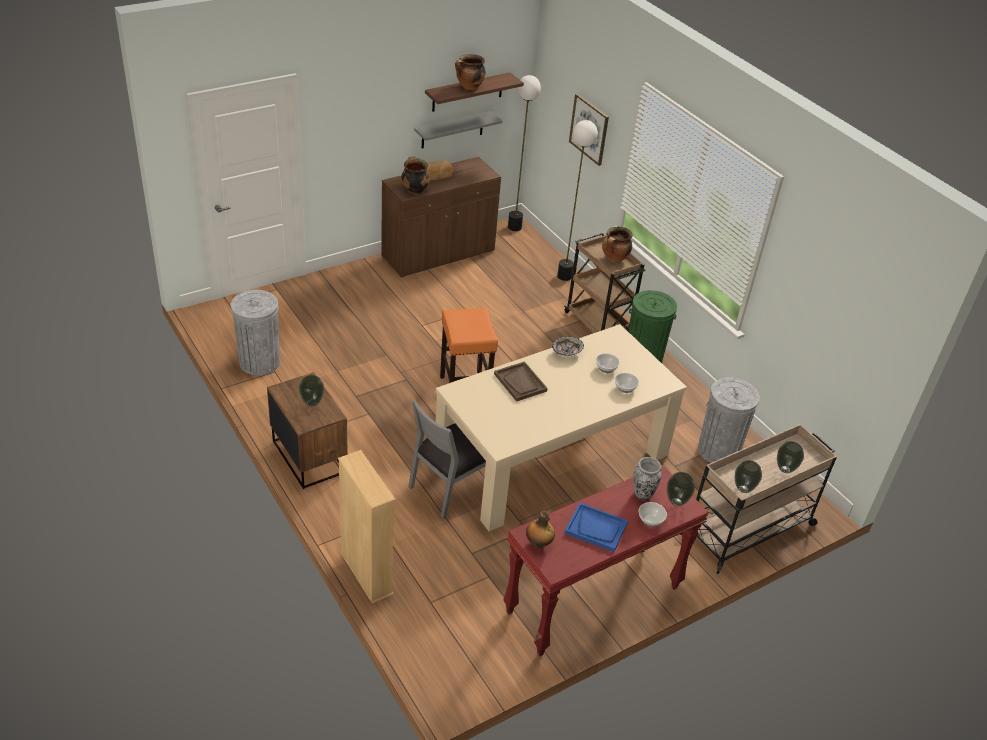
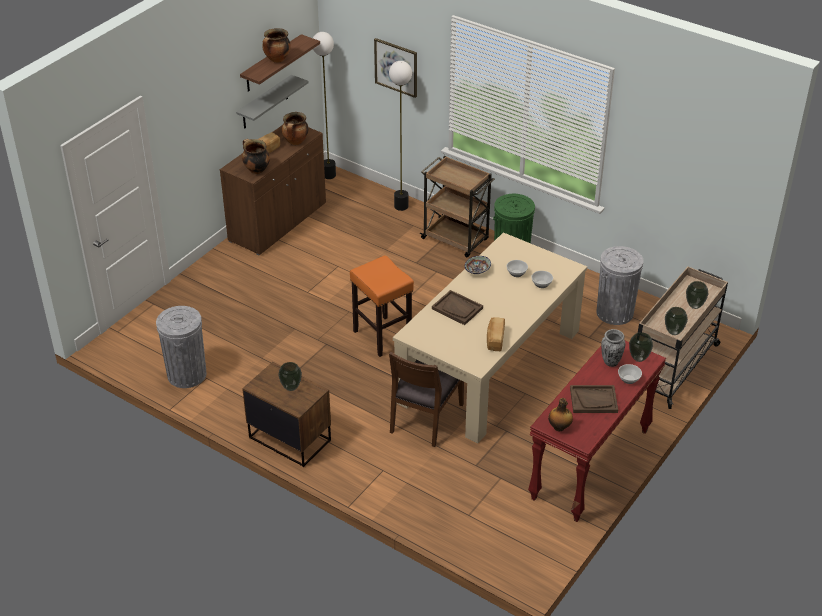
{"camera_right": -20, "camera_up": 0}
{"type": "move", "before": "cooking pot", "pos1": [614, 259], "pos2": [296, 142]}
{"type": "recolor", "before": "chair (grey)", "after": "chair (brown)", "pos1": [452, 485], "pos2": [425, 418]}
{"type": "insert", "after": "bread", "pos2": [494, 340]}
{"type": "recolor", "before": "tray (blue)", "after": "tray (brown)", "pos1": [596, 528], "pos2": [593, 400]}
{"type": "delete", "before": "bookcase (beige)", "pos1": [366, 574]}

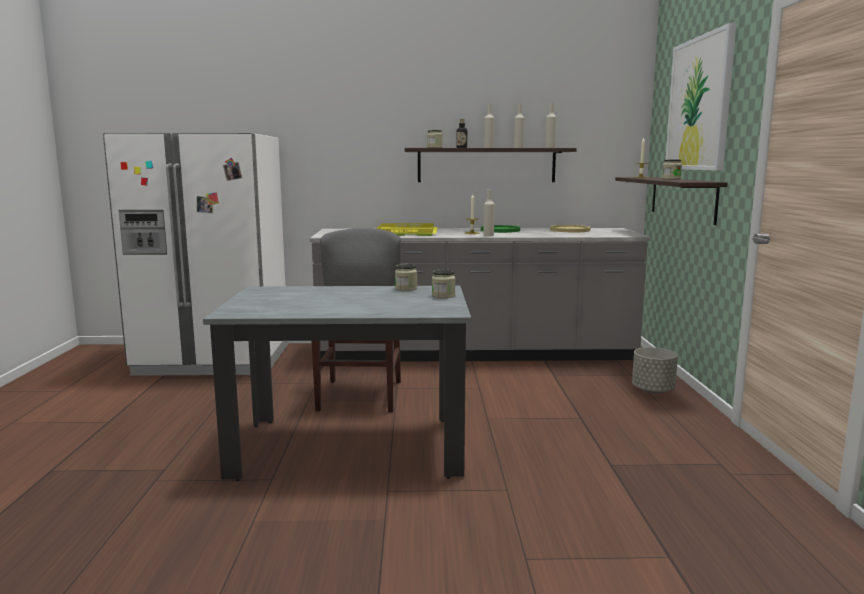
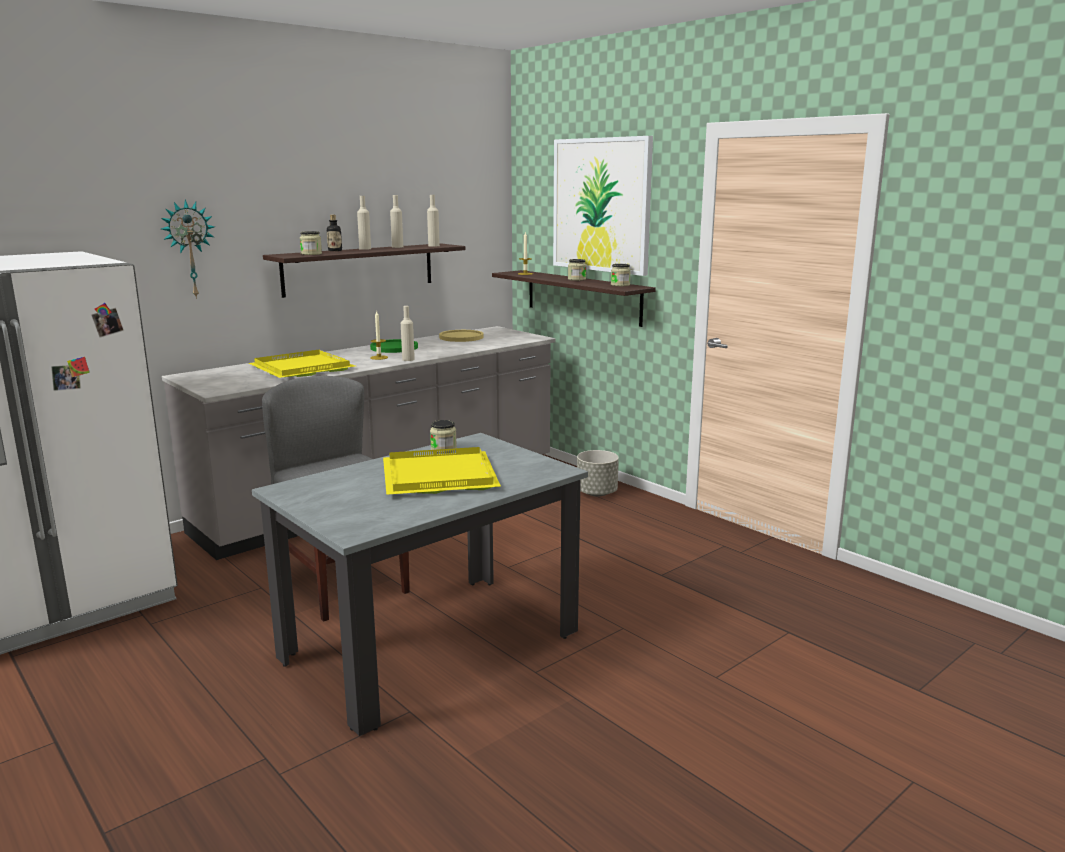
{"camera_right": -40, "camera_up": 5}
{"type": "insert", "after": "wall clock", "pos2": [189, 249]}
{"type": "insert", "after": "tray (yellow)", "pos2": [441, 476]}
{"type": "move", "before": "jar", "pos1": [443, 296], "pos2": [620, 285]}

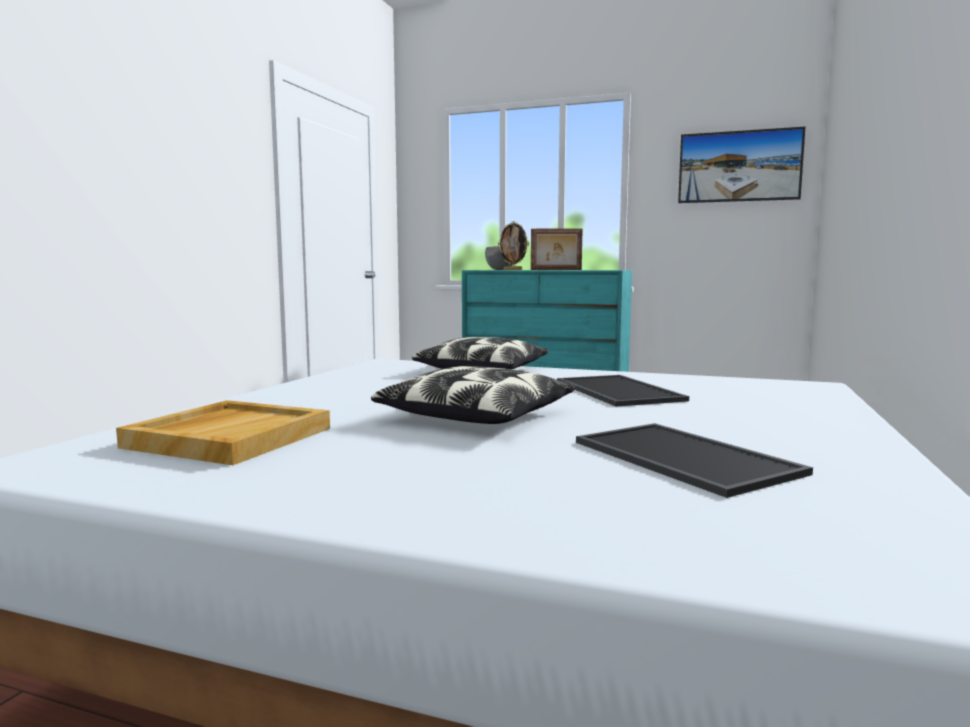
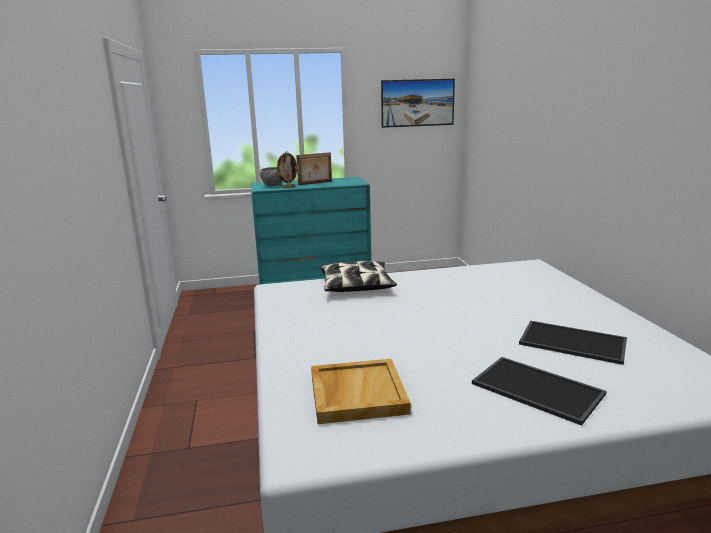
{"camera_right": -30, "camera_up": 10}
{"type": "move", "before": "tray", "pos1": [615, 391], "pos2": [535, 389]}
{"type": "delete", "before": "pillow", "pos1": [477, 416]}

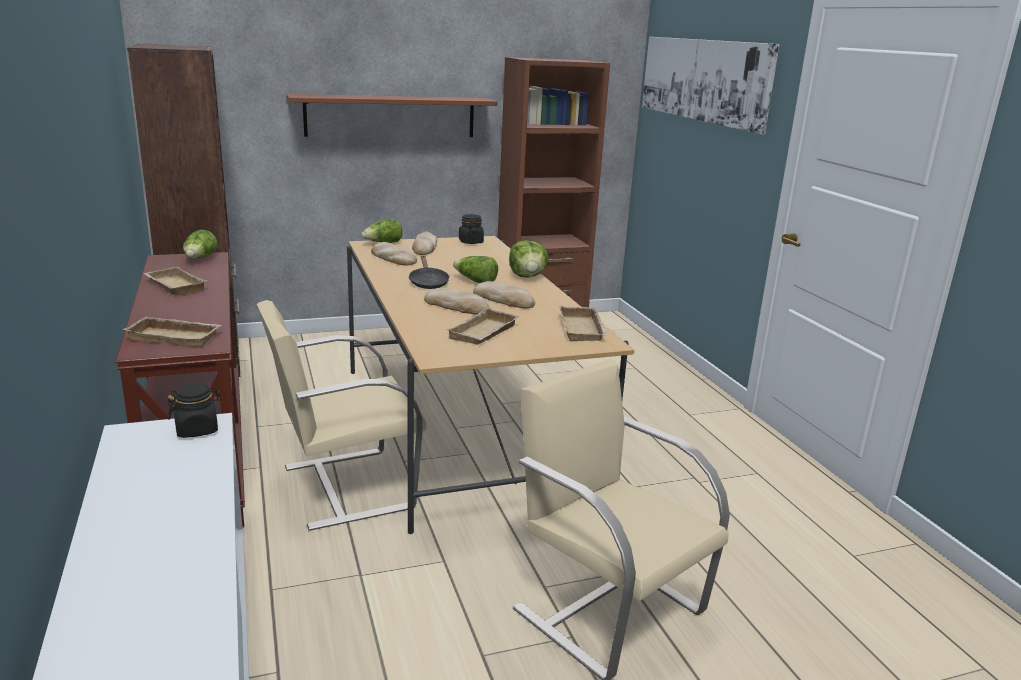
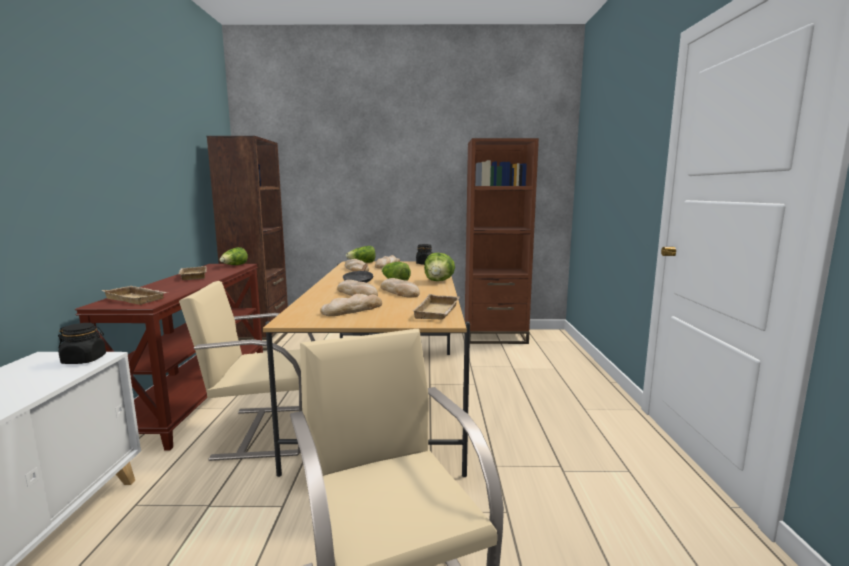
{"camera_right": 20, "camera_up": -10}
{"type": "replace", "before": "tray (beige)", "after": "bread", "pos1": [484, 333], "pos2": [352, 309]}
{"type": "delete", "before": "shelf (brown)", "pos1": [390, 116]}
{"type": "delete", "before": "picture", "pos1": [703, 80]}

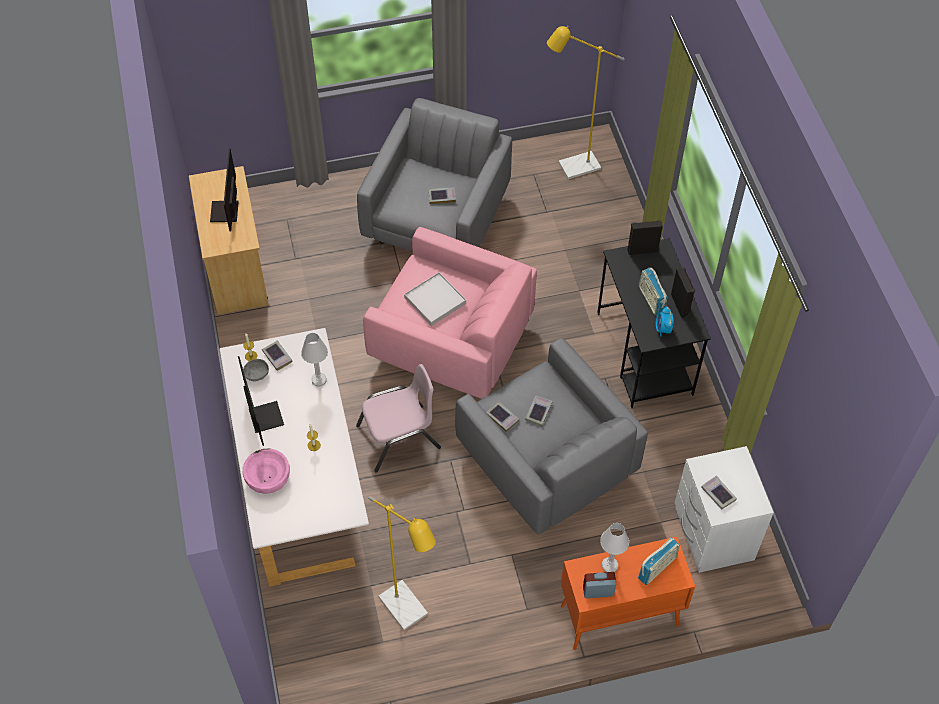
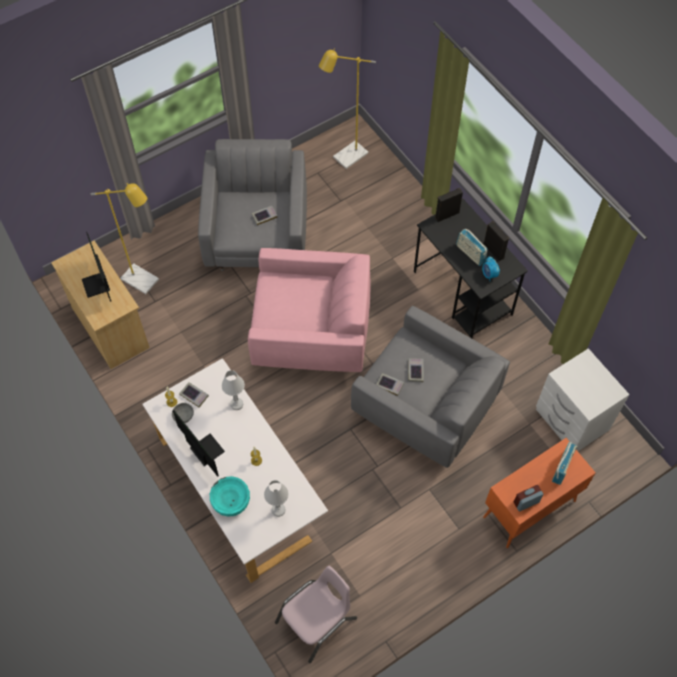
{"camera_right": -20, "camera_up": 5}
{"type": "move", "before": "floor lamp (yellow)", "pos1": [408, 612], "pos2": [145, 282]}
{"type": "recolor", "before": "bowl (pink)", "after": "bowl (turquoise)", "pos1": [268, 478], "pos2": [230, 501]}
{"type": "move", "before": "table lamp (white)", "pos1": [609, 565], "pos2": [278, 510]}
{"type": "move", "before": "chair (pink)", "pos1": [399, 438], "pos2": [317, 621]}
{"type": "delete", "before": "tray (white)", "pos1": [435, 300]}
{"type": "delete", "before": "book", "pos1": [718, 494]}

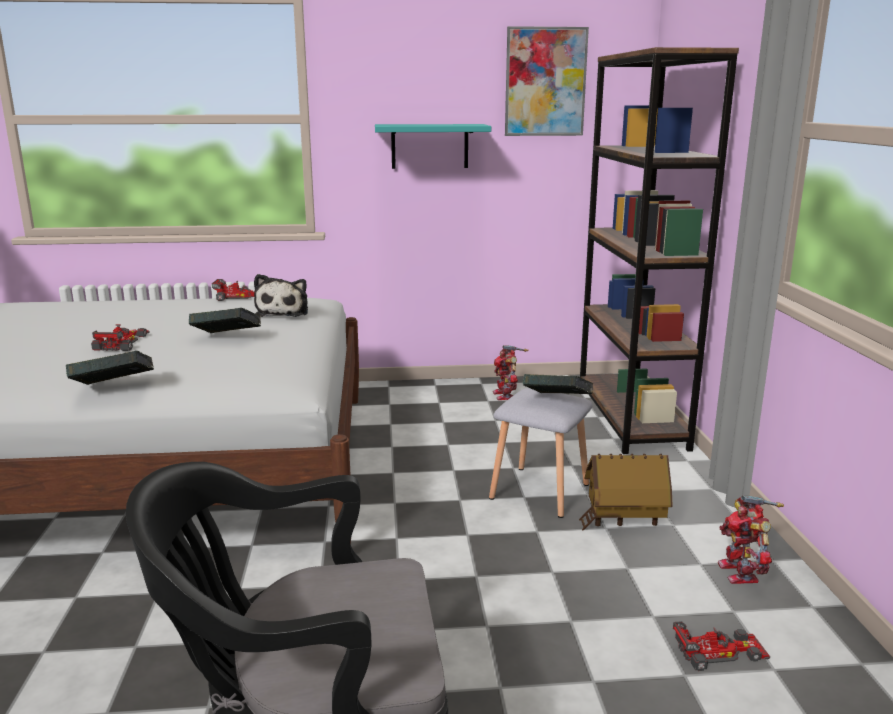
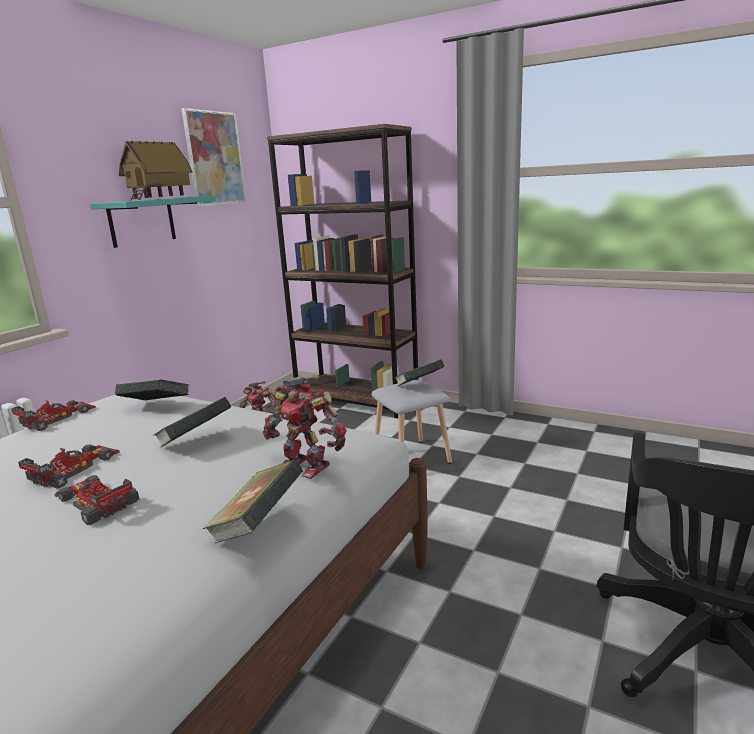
{"camera_right": -55, "camera_up": 0}
{"type": "move", "before": "toy car", "pos1": [719, 651], "pos2": [74, 468]}
{"type": "replace", "before": "plush toy", "after": "book", "pos1": [284, 312], "pos2": [156, 407]}
{"type": "move", "before": "toy house", "pos1": [623, 520], "pos2": [160, 198]}
{"type": "move", "before": "toy robot", "pos1": [741, 572], "pos2": [306, 465]}

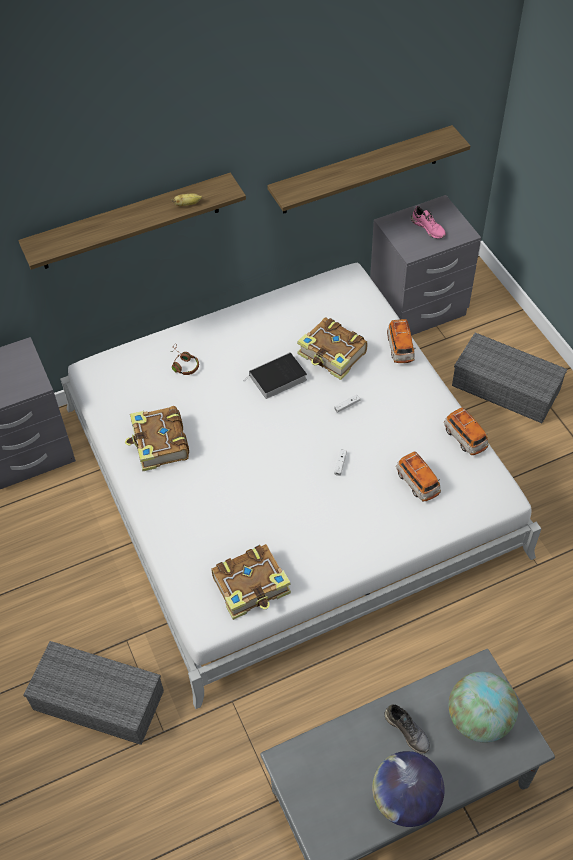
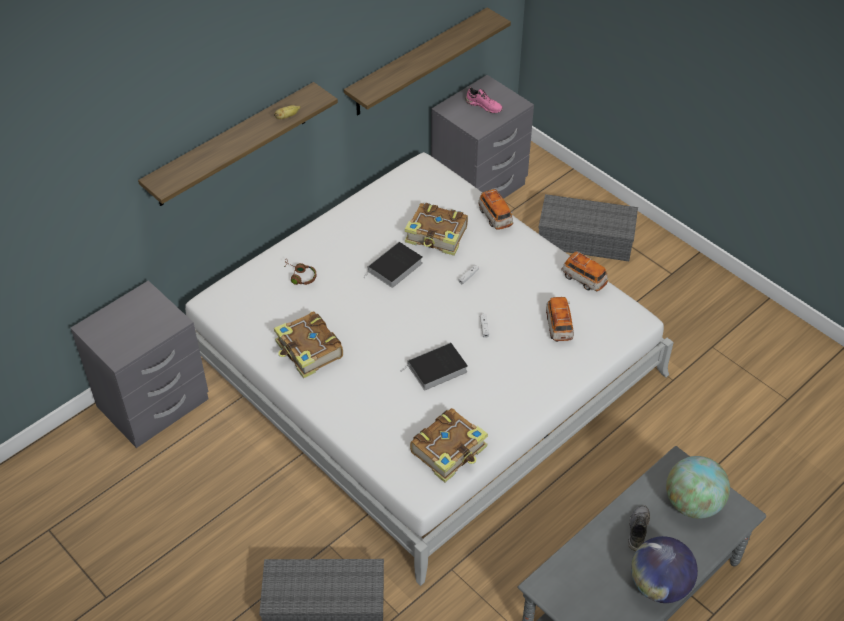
{"camera_right": -20, "camera_up": -5}
{"type": "insert", "after": "book", "pos2": [436, 369]}
{"type": "rotate", "before": "toy car", "pos1": [417, 483], "pos2": [558, 326], "turn": -135}
{"type": "rotate", "before": "shoe (grey)", "pos1": [407, 730], "pos2": [637, 530], "turn": -105}

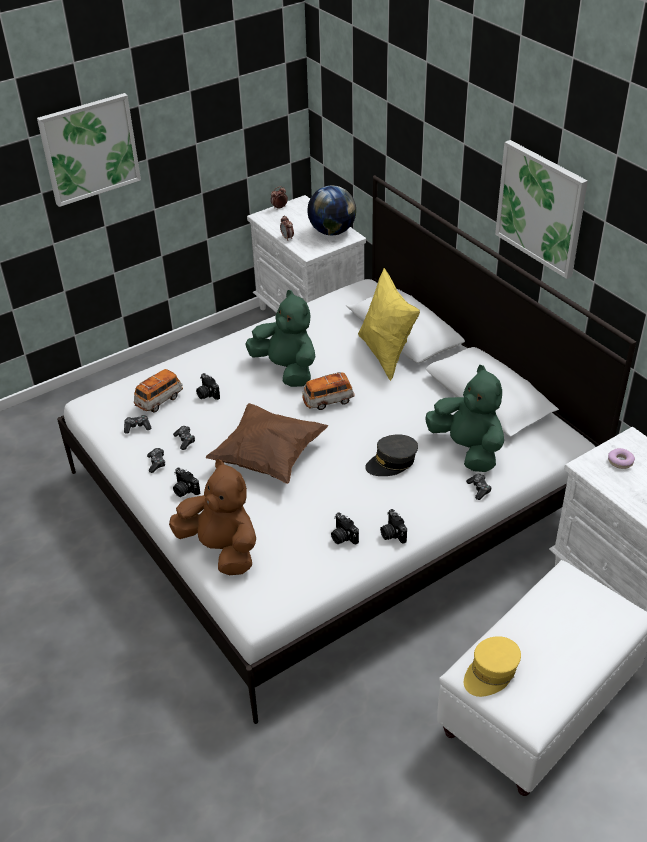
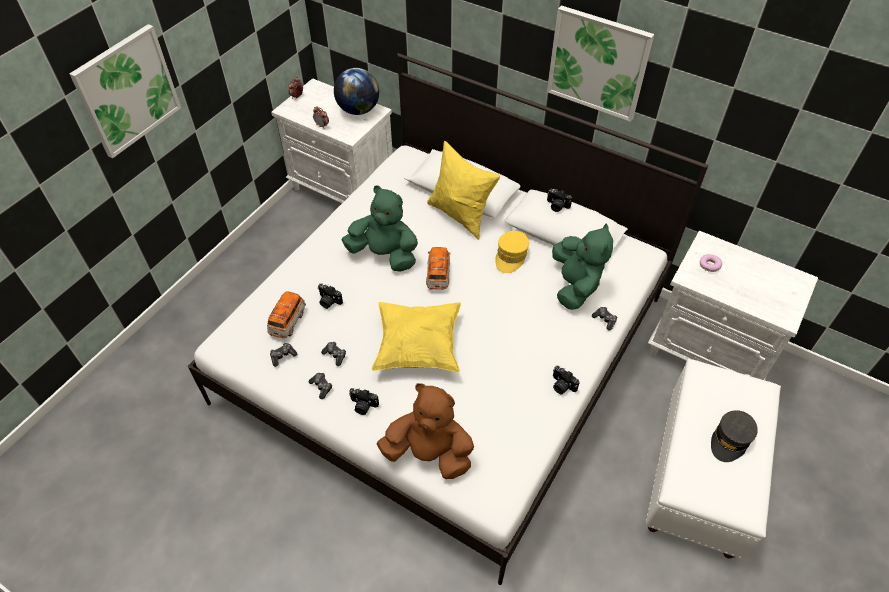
{"camera_right": -25, "camera_up": 10}
{"type": "recolor", "before": "pillow (brown)", "after": "pillow (yellow)", "pos1": [268, 457], "pos2": [418, 347]}
{"type": "rotate", "before": "toy car", "pos1": [328, 401], "pos2": [438, 275], "turn": 135}
{"type": "move", "before": "cap (yellow)", "pos1": [491, 672], "pos2": [511, 256]}
{"type": "move", "before": "photo camera", "pos1": [342, 537], "pos2": [557, 206]}
{"type": "rotate", "before": "plush toy (green)", "pos1": [467, 449], "pos2": [575, 285], "turn": 60}
{"type": "move", "before": "cap (grey)", "pos1": [392, 462], "pos2": [730, 440]}

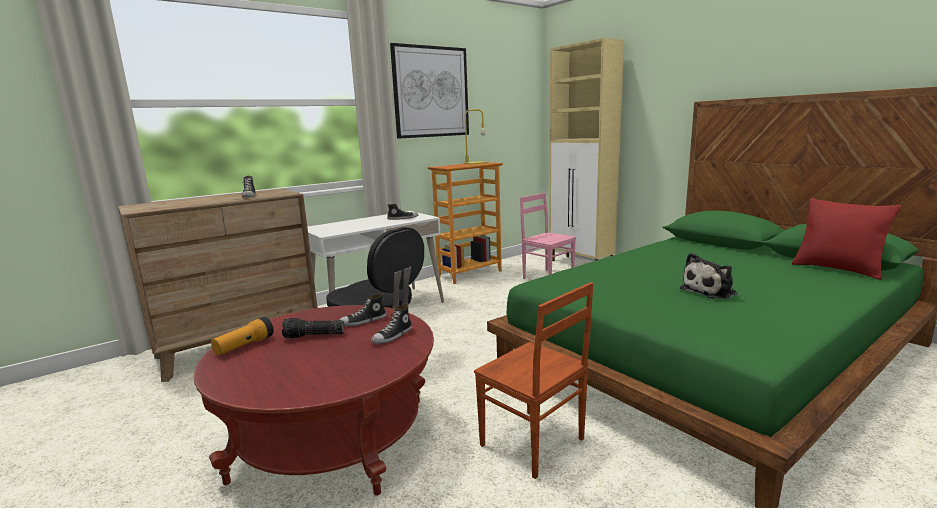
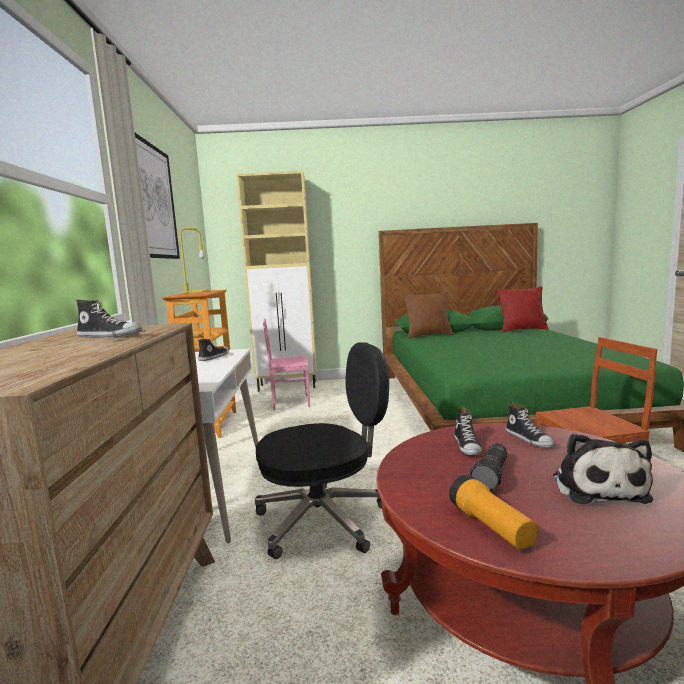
{"camera_right": -55, "camera_up": -5}
{"type": "insert", "after": "pillow (brown)", "pos2": [428, 335]}
{"type": "move", "before": "plush toy", "pos1": [710, 291], "pos2": [597, 487]}

